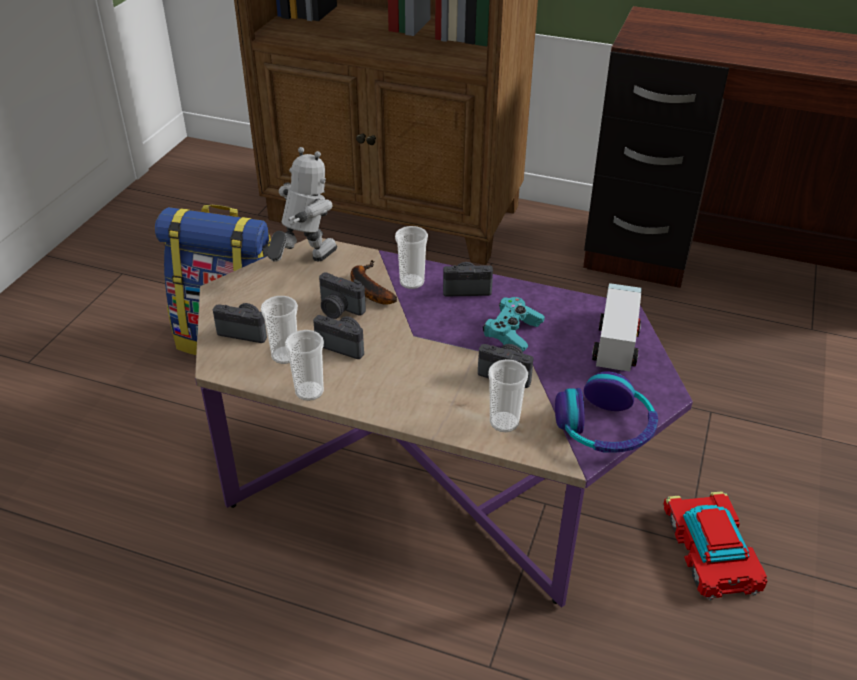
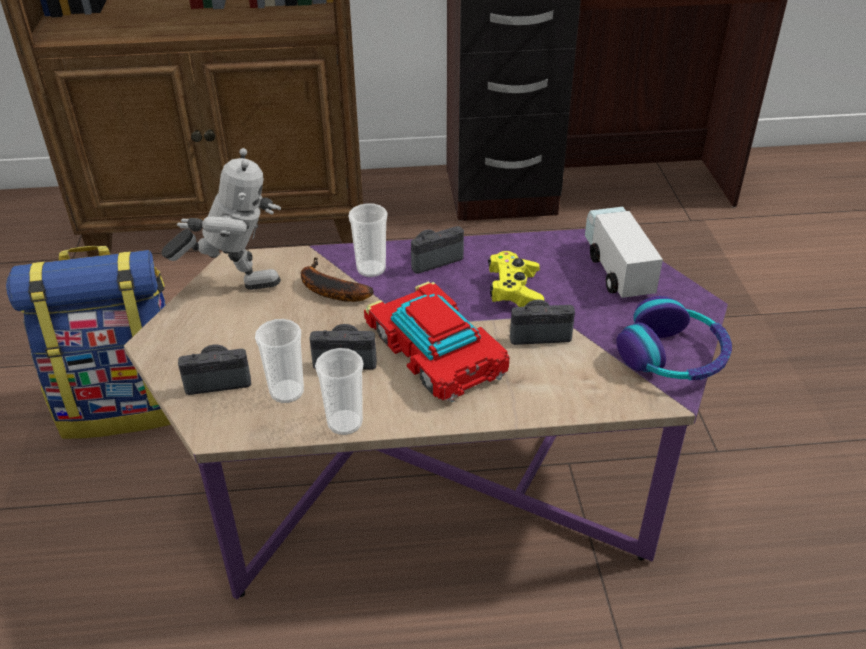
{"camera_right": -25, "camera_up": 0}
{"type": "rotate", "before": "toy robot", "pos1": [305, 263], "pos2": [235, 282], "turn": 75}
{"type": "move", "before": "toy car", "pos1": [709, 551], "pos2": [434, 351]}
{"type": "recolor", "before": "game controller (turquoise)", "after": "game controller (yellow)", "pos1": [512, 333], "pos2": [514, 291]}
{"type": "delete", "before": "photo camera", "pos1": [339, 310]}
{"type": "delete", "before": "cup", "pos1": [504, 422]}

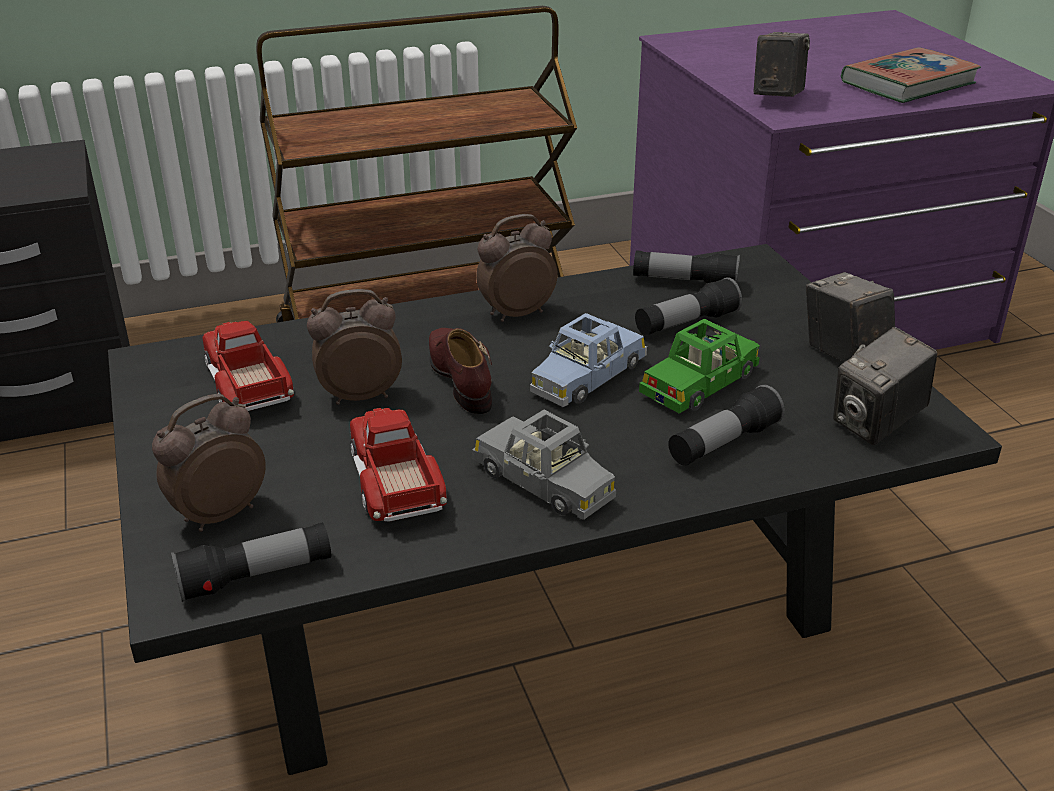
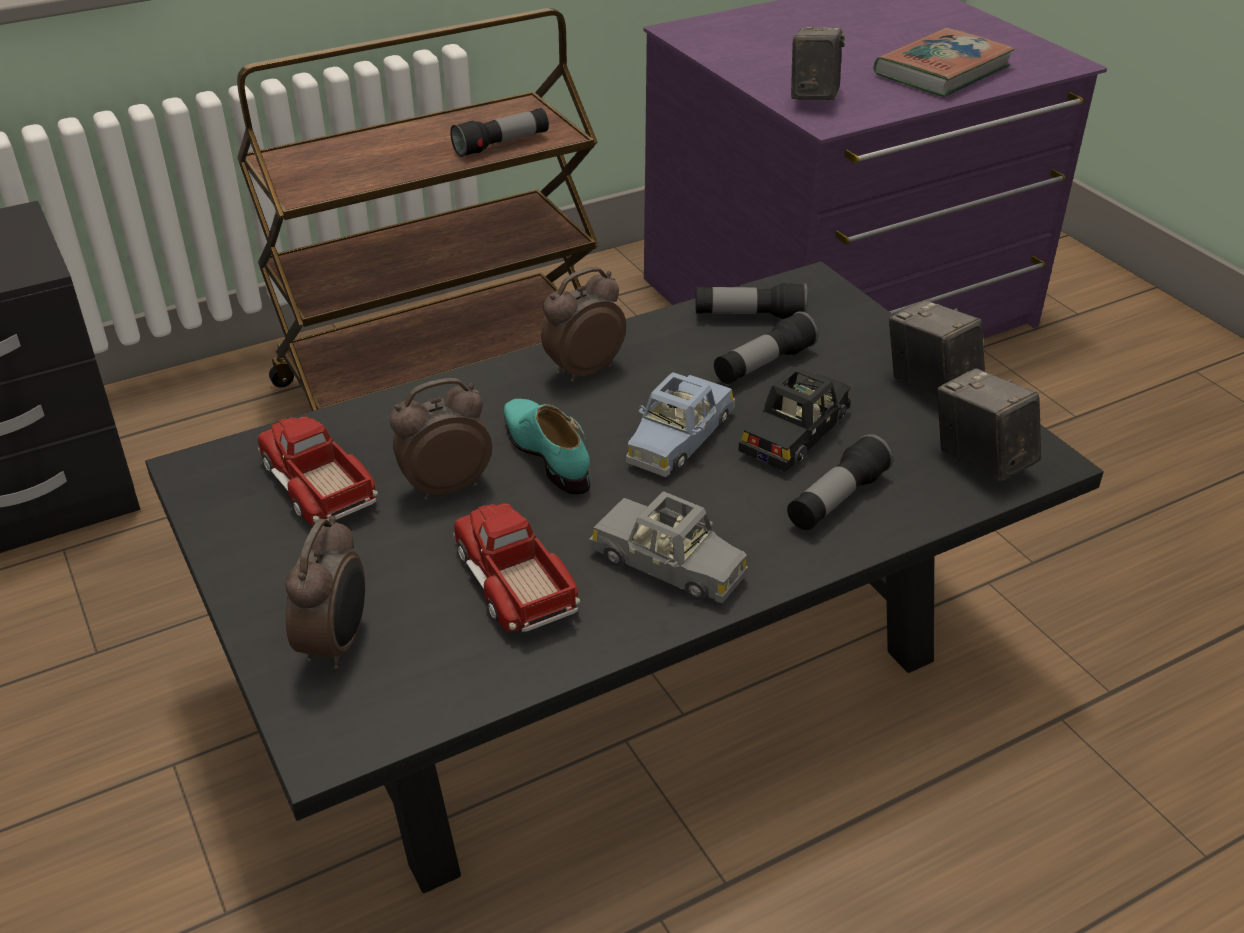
{"camera_right": -10, "camera_up": 5}
{"type": "rotate", "before": "alarm clock", "pos1": [218, 514], "pos2": [337, 643], "turn": 150}
{"type": "move", "before": "flashlight", "pos1": [256, 577], "pos2": [501, 145]}
{"type": "recolor", "before": "shoe (brown)", "after": "shoe (turquoise)", "pos1": [460, 377], "pos2": [547, 453]}
{"type": "recolor", "before": "toy car (green)", "after": "toy car (black)", "pos1": [701, 384], "pos2": [797, 434]}
{"type": "rotate", "before": "photo camera", "pos1": [877, 424], "pos2": [980, 461], "turn": 105}

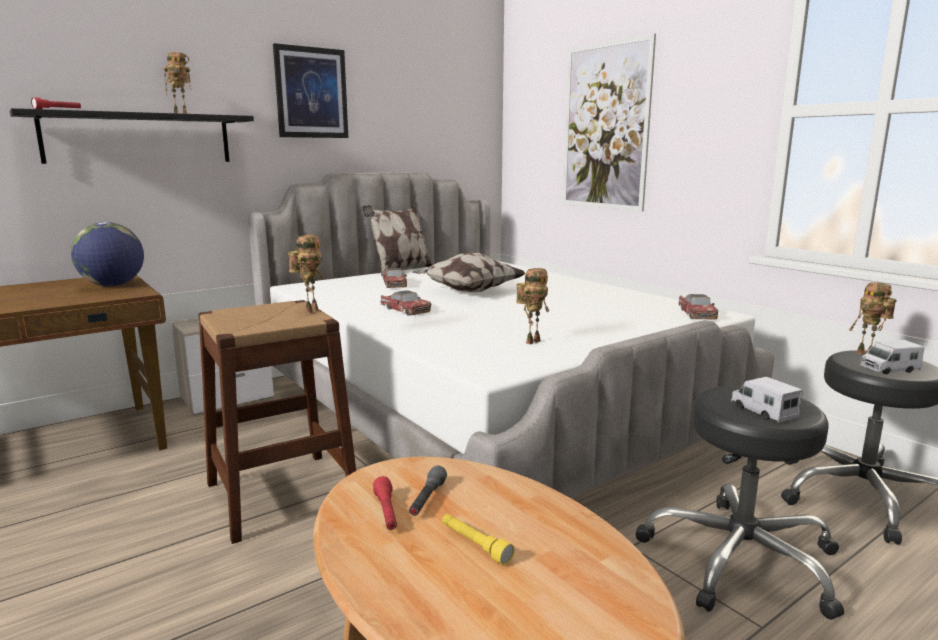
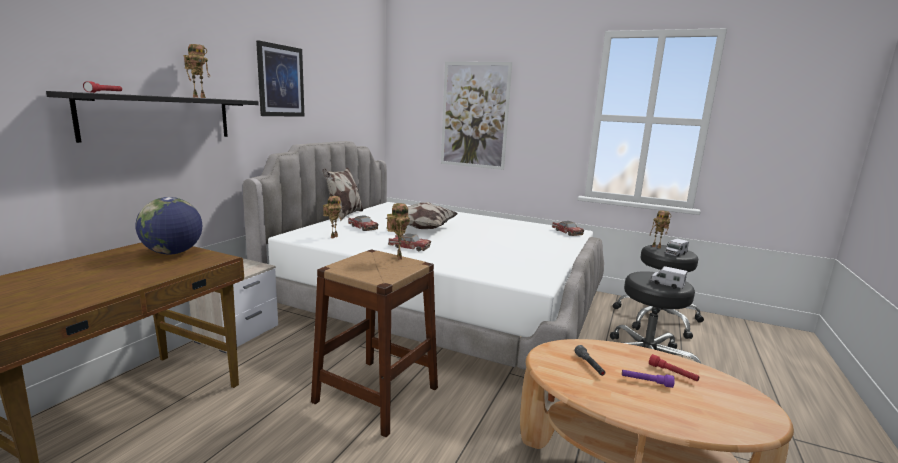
{"camera_right": -30, "camera_up": 0}
{"type": "move", "before": "toy robot", "pos1": [532, 341], "pos2": [333, 236]}
{"type": "recolor", "before": "flashlight (yellow)", "after": "flashlight (purple)", "pos1": [475, 545], "pos2": [646, 382]}
{"type": "move", "before": "flashlight (red)", "pos1": [386, 512], "pos2": [672, 373]}

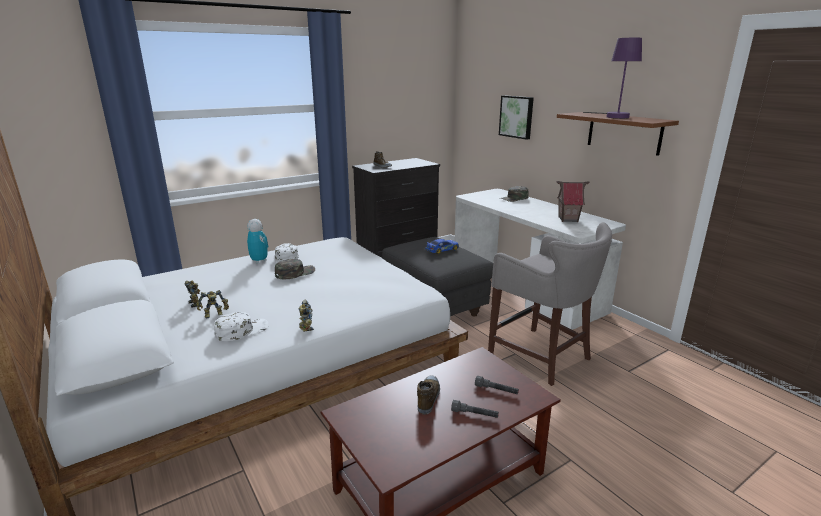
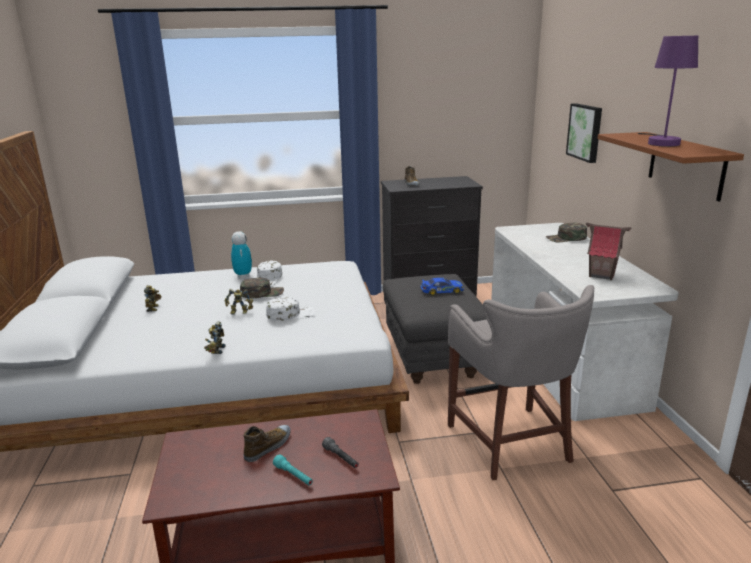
{"camera_right": 25, "camera_up": 0}
{"type": "move", "before": "toy robot", "pos1": [214, 315], "pos2": [239, 312]}
{"type": "move", "before": "cap (white)", "pos1": [242, 330], "pos2": [290, 314]}
{"type": "recolor", "before": "flashlight (grey)", "after": "flashlight (turquoise)", "pos1": [474, 414], "pos2": [294, 476]}

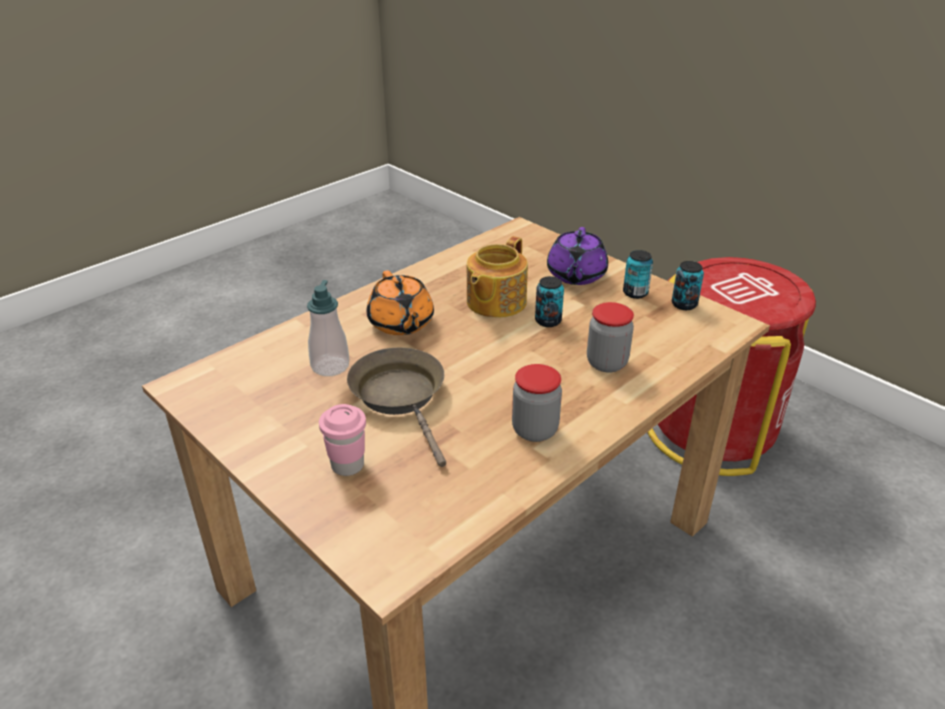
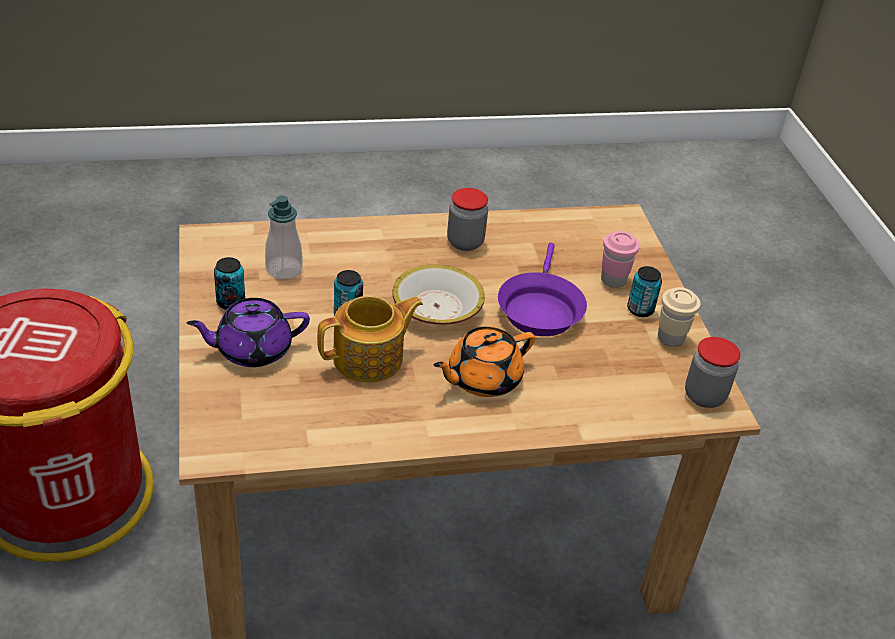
{"camera_right": -150, "camera_up": 5}
{"type": "rotate", "before": "teapot (purple)", "pos1": [575, 275], "pos2": [252, 349], "turn": -150}
{"type": "move", "before": "soap dispenser", "pos1": [330, 366], "pos2": [284, 269]}
{"type": "insert", "after": "bowl", "pos2": [436, 307]}
{"type": "rotate", "before": "teapot (orange)", "pos1": [401, 324], "pos2": [482, 379], "turn": -135}
{"type": "recolor", "before": "frying pan (brown)", "after": "frying pan (purple)", "pos1": [401, 397], "pos2": [539, 308]}
{"type": "move", "before": "can", "pos1": [684, 304], "pos2": [640, 309]}
{"type": "insert", "after": "cup (beige)", "pos2": [670, 338]}
{"type": "move", "before": "jar", "pos1": [606, 363], "pos2": [704, 396]}

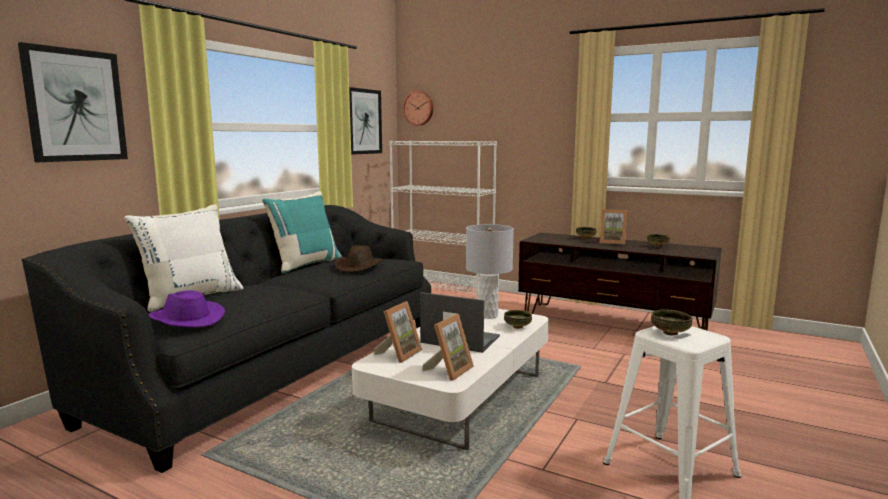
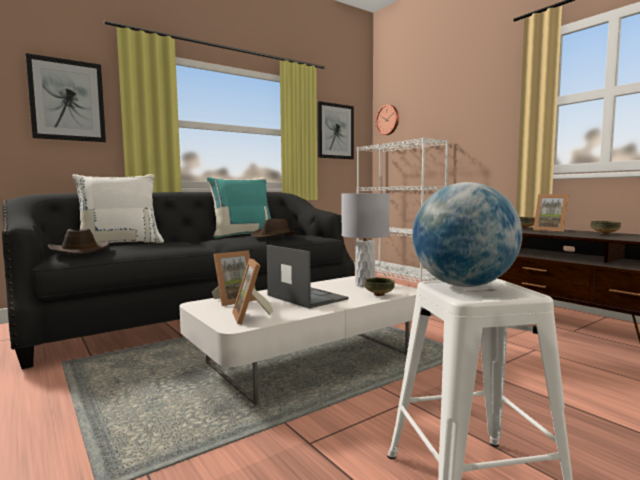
{"camera_right": 25, "camera_up": -5}
{"type": "recolor", "before": "hat (purple)", "after": "hat (brown)", "pos1": [185, 319], "pos2": [79, 251]}
{"type": "rotate", "before": "picture frame", "pos1": [449, 370], "pos2": [252, 317], "turn": 105}
{"type": "replace", "before": "bowl", "after": "globe", "pos1": [669, 333], "pos2": [463, 285]}

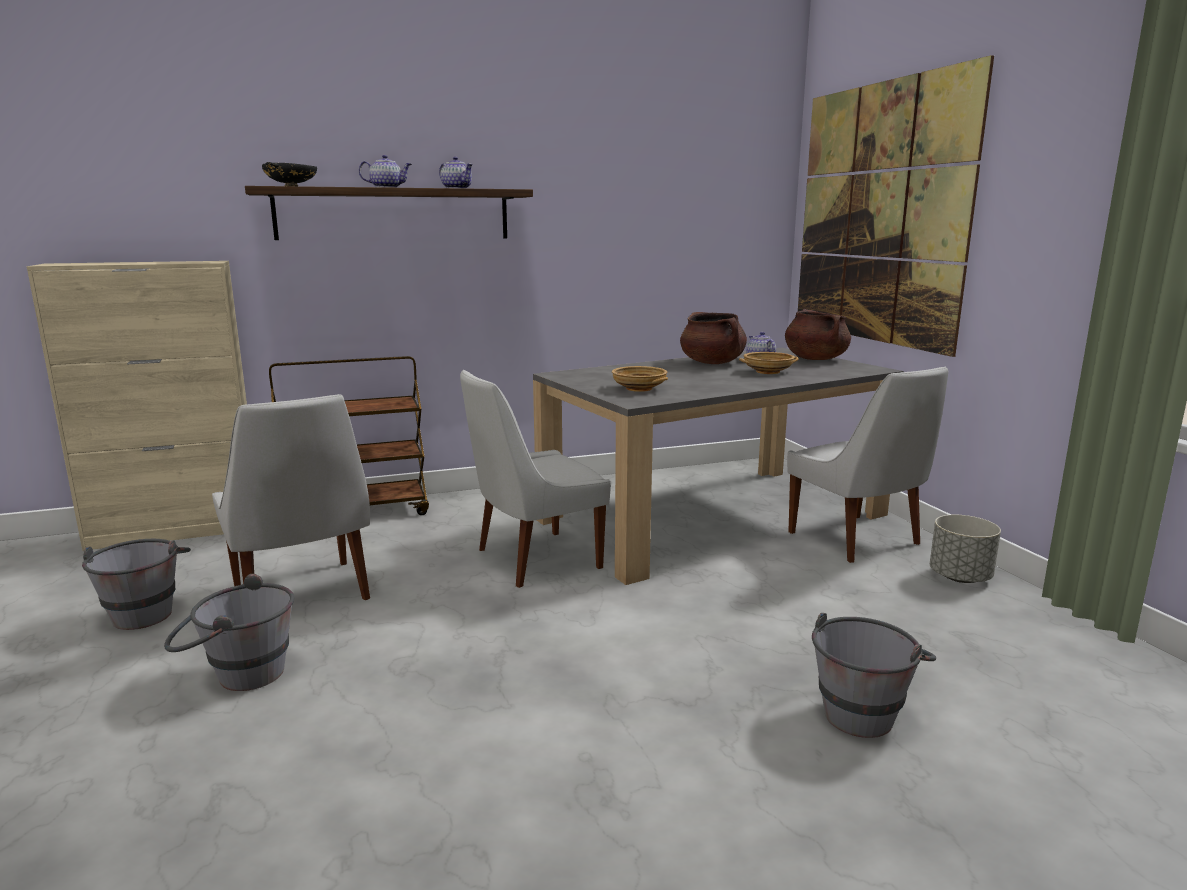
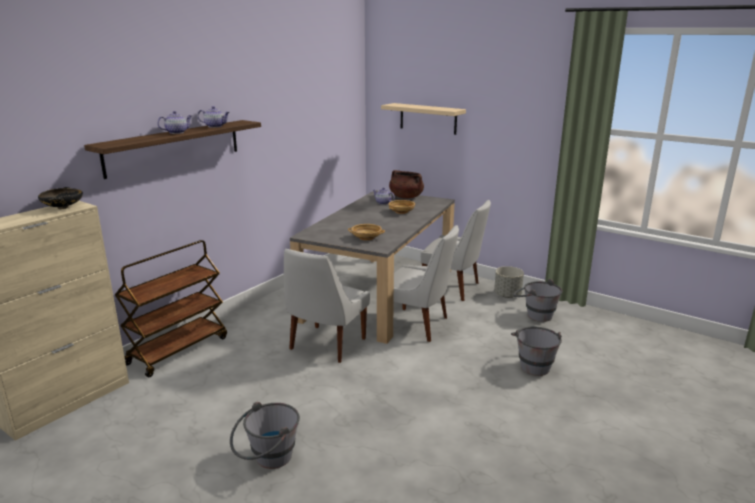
{"camera_right": -35, "camera_up": 5}
{"type": "move", "before": "bowl (black)", "pos1": [291, 186], "pos2": [63, 207]}
{"type": "replace", "before": "picture", "after": "shelf (beige)", "pos1": [878, 214], "pos2": [428, 118]}
{"type": "move", "before": "chair (white)", "pos1": [302, 595], "pos2": [418, 325]}
{"type": "move", "before": "bucket (grey)", "pos1": [145, 611], "pos2": [534, 314]}
{"type": "delete", "before": "cooking pot (brown)", "pos1": [712, 363]}

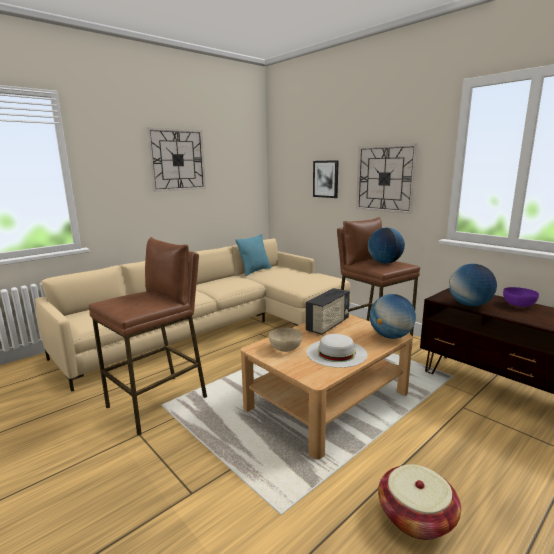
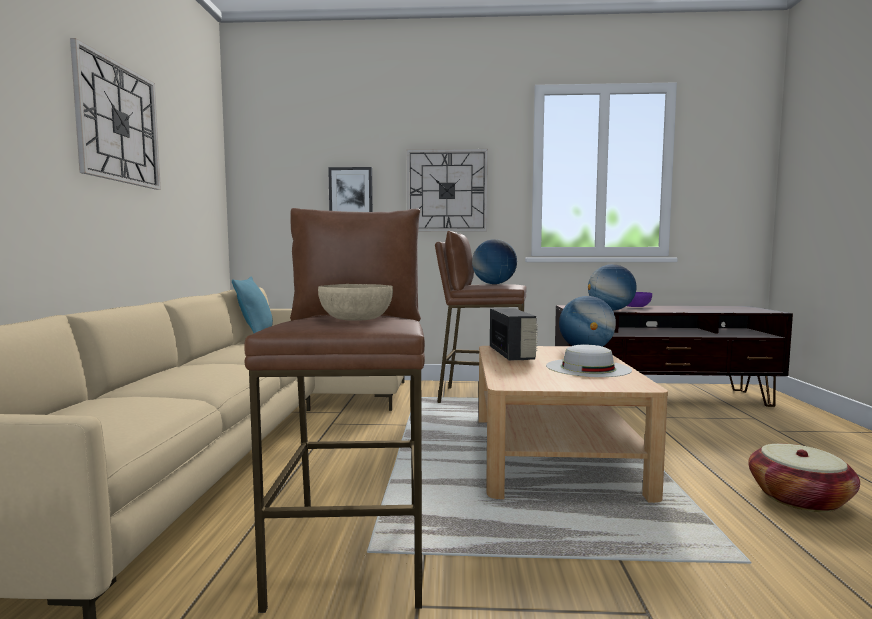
{"camera_right": -45, "camera_up": -10}
{"type": "move", "before": "bowl (beige)", "pos1": [285, 347], "pos2": [355, 319]}

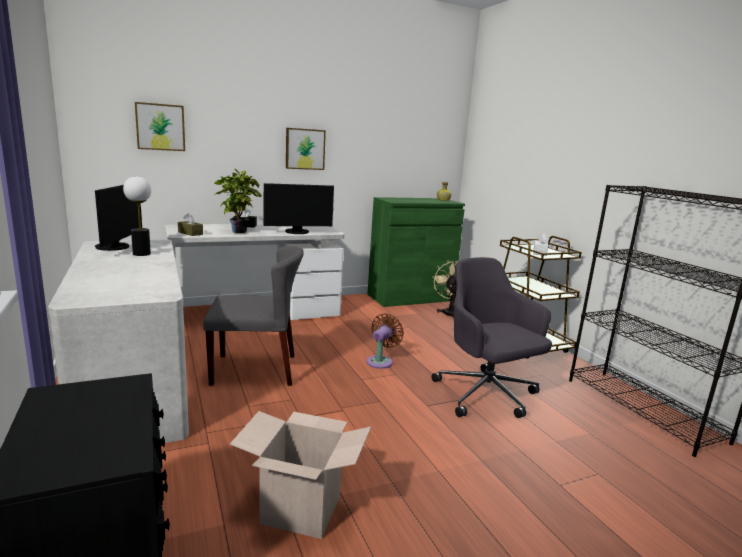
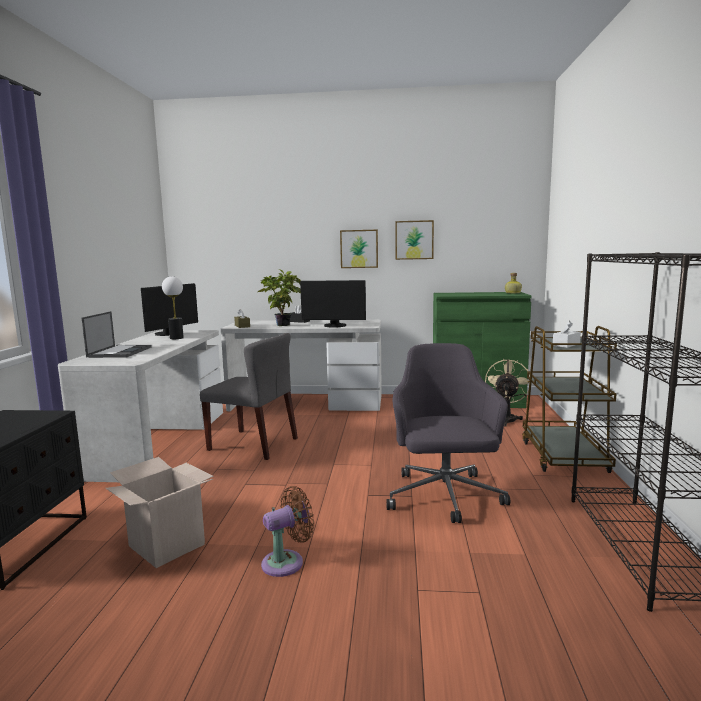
{"camera_right": 30, "camera_up": -5}
{"type": "insert", "after": "laptop", "pos2": [120, 352]}
{"type": "move", "before": "fan (brown)", "pos1": [381, 361], "pos2": [287, 562]}
{"type": "move", "before": "picture", "pos1": [160, 127], "pos2": [414, 240]}

